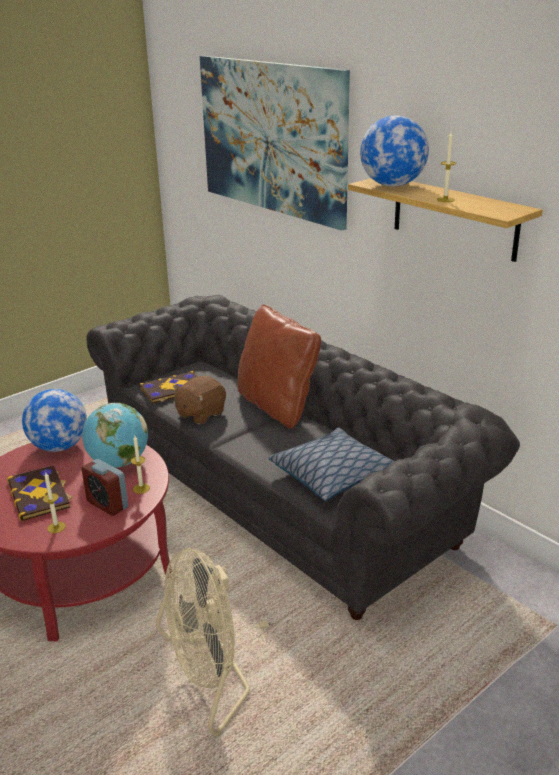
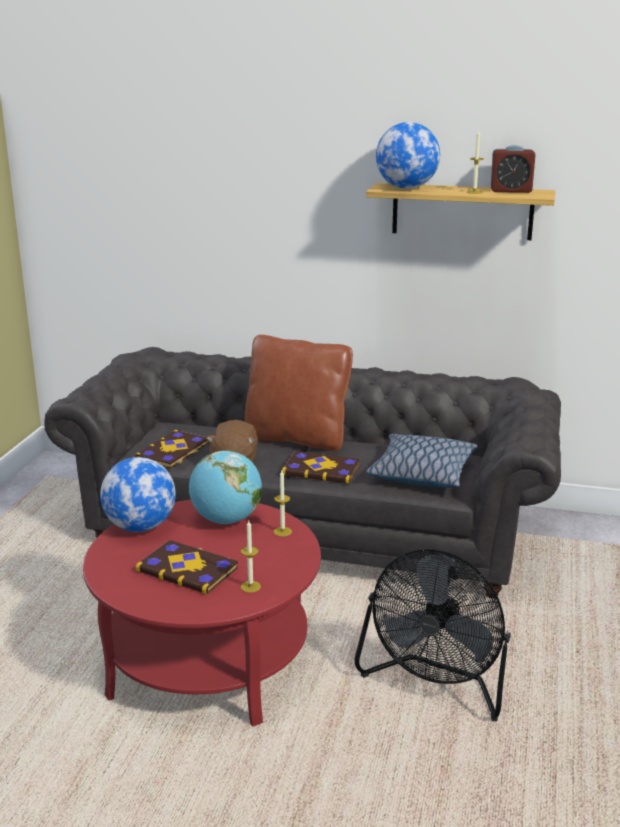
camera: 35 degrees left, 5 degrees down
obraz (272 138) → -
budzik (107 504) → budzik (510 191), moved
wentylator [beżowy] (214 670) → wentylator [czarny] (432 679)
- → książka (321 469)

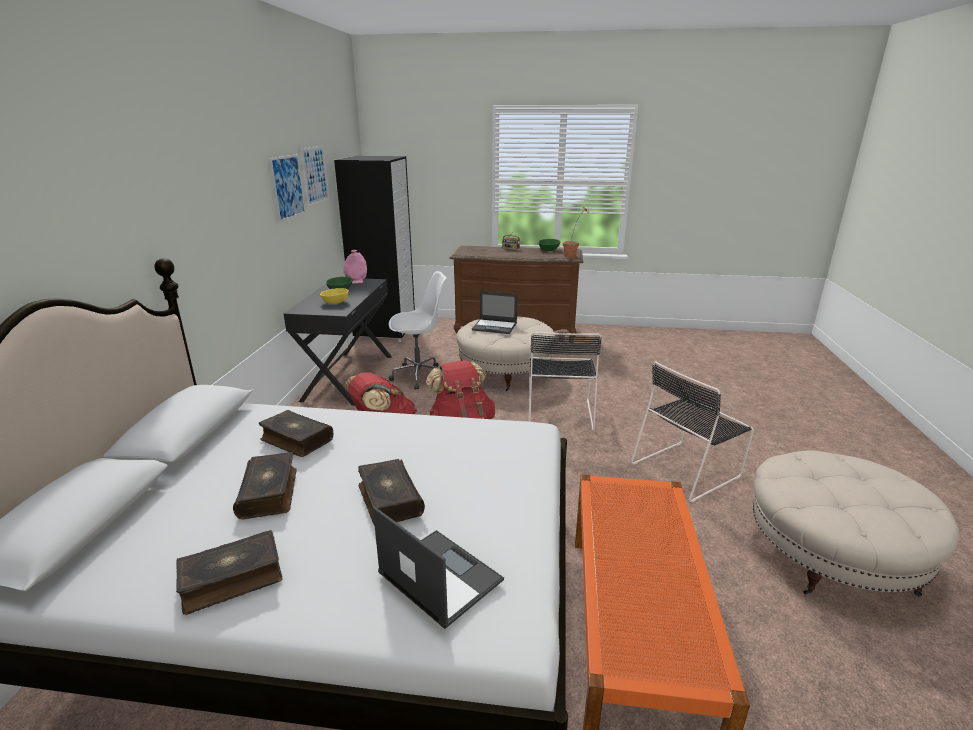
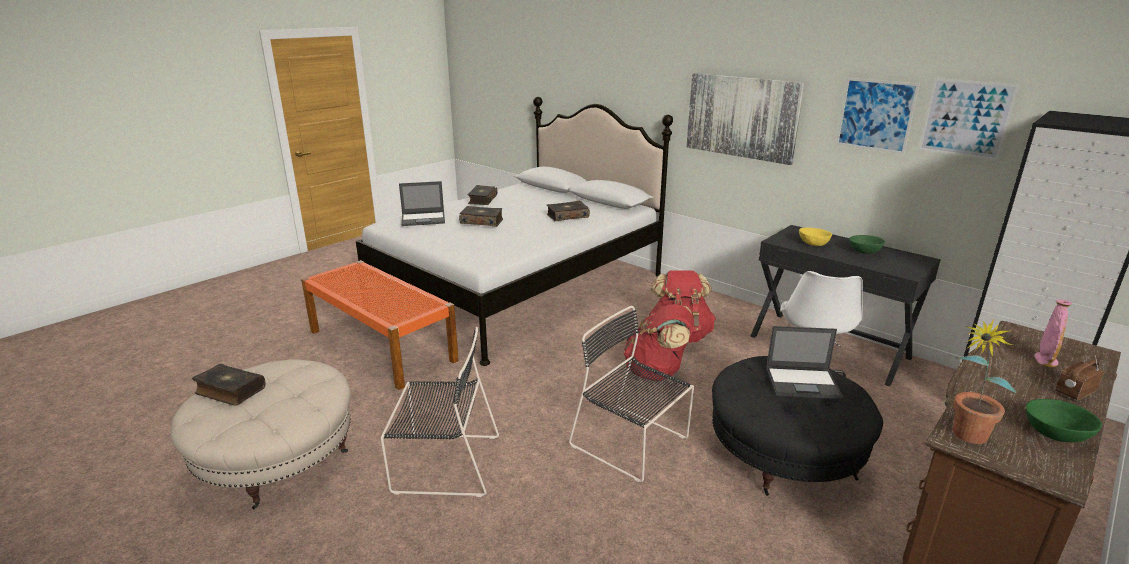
camera: 125 degrees right, 0 degrees up
wazon [różowy] (356 282) → wazon [różowy] (1045 361), moved
laptop (495 327) → laptop (803 383), 135 degrees counterclockwise
pufa [beżowy] (505 372) → pufa [czarny] (784 454)
krzesło [czarny] (687 469) → krzesło [czarny] (443 463), 90 degrees clockwise
książka (270 493) → książka (229 391), moved
- → obraz (742 117)

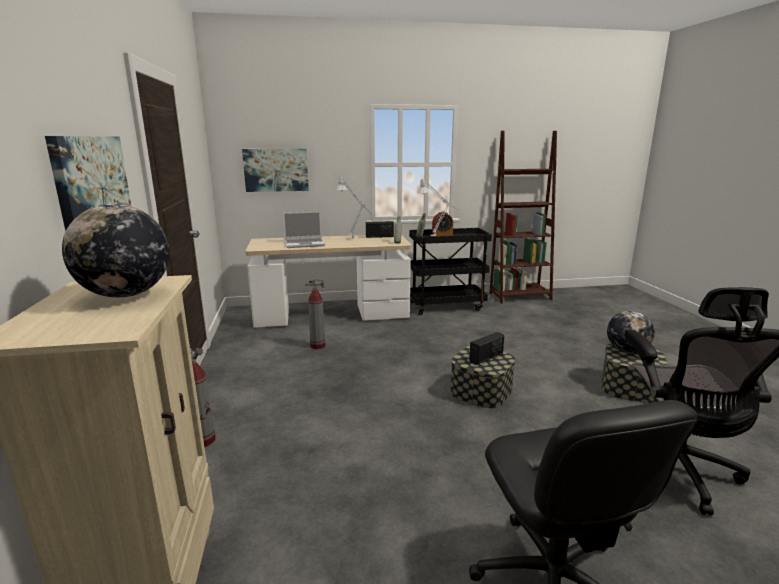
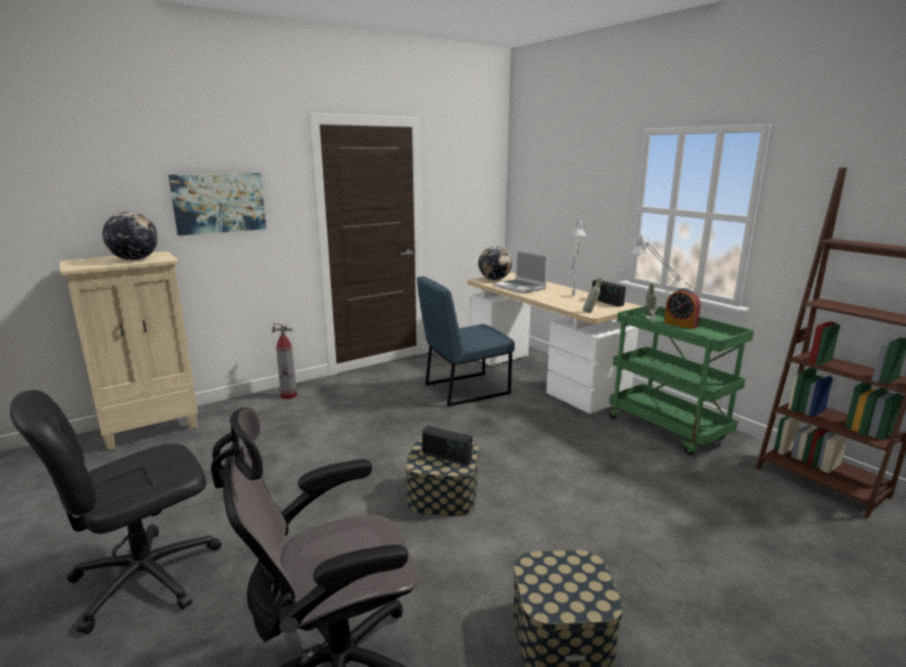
camera: 65 degrees right, 0 degrees up
obraz (276 170) → -
wózek [czarny] (446 306) → wózek [zielony] (669 429)
gaśnica (317 346) → krzesło [niebieski] (464 389)
globus (626 351) → globus (494 279), moved

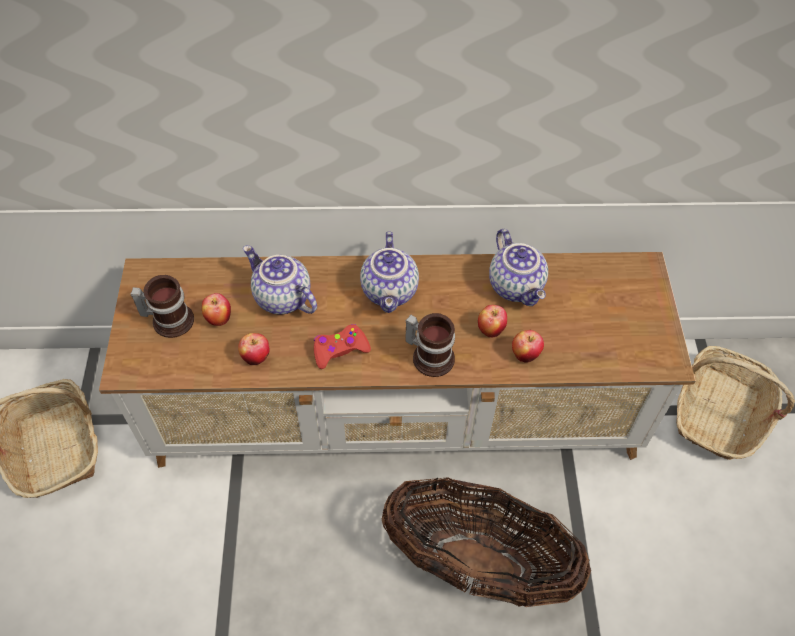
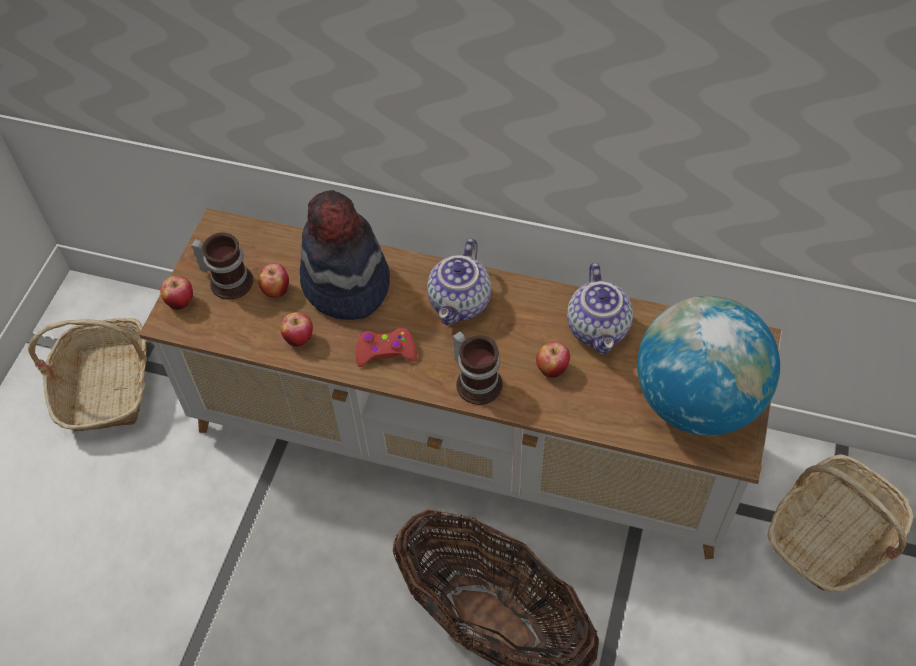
camera: 20 degrees right, 0 degrees up
imbryk (281 298) → kapelusz (345 284)
jabłko (525 354) → jabłko (181 302), moved
- → globus (696 401)

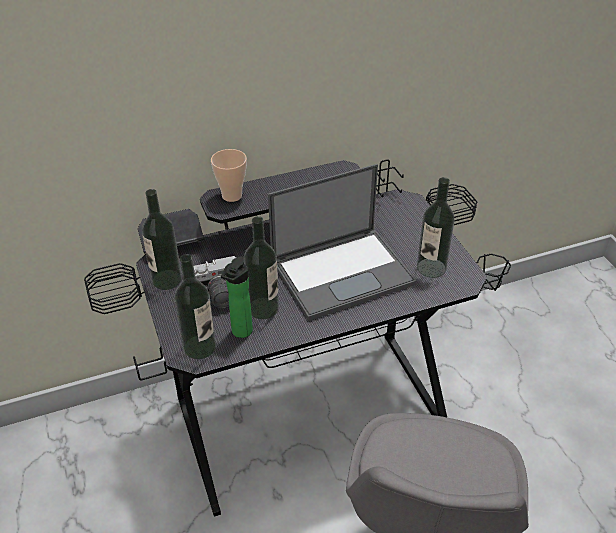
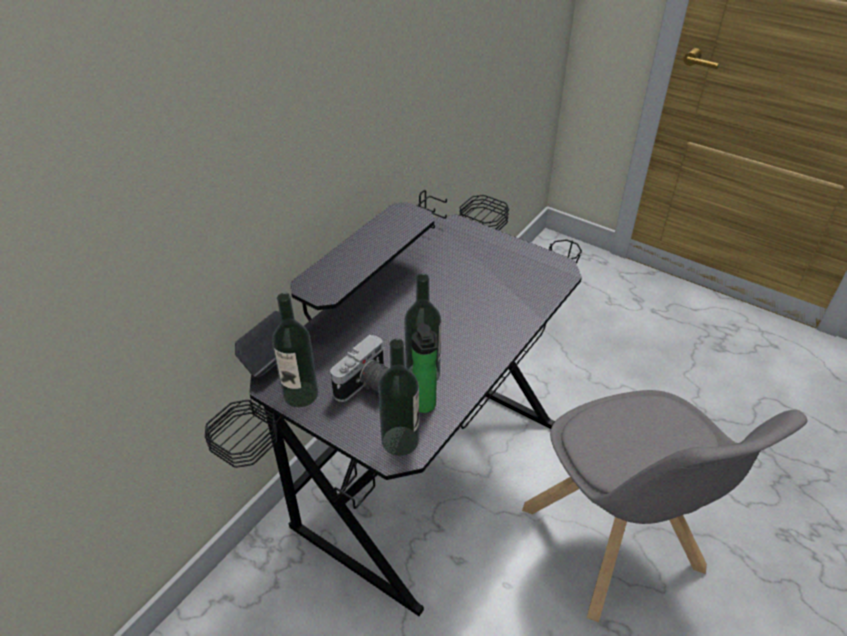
camera: 35 degrees left, 0 degrees up
filiżanka (232 196) → -
laptop (343 272) → -
butelka (431 268) → -

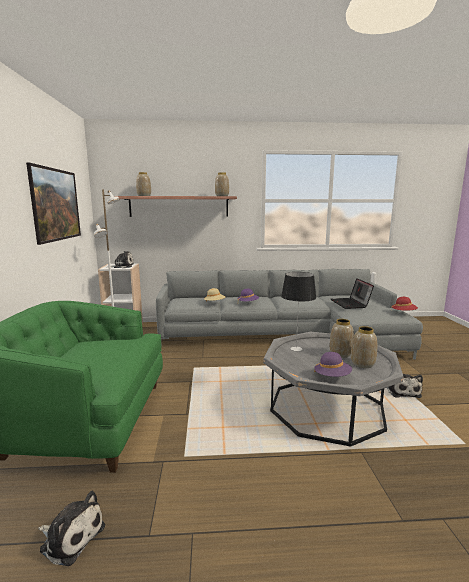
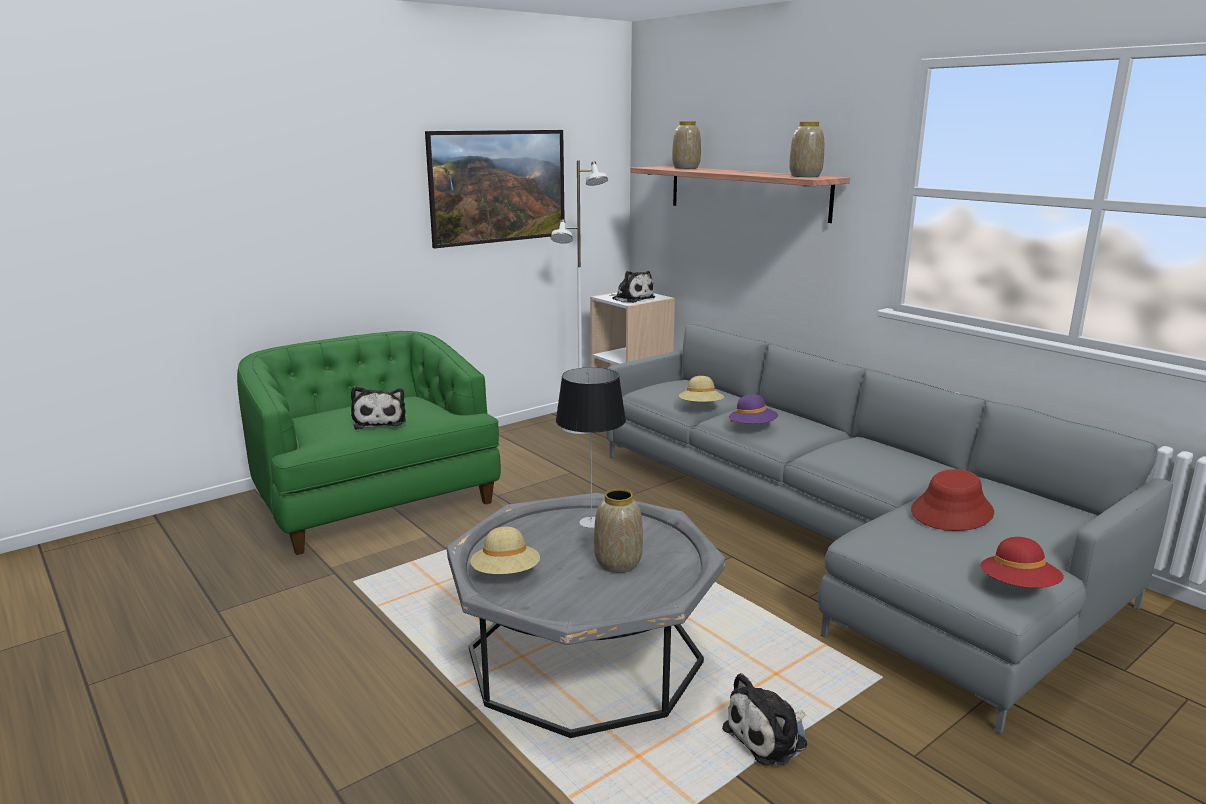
camera: 55 degrees right, 5 degrees up
laptop (350 304) → kapelusz [czerwony] (952 512)
wazon (362 364) → -
kapelusz [fioletowy] (332 377) → kapelusz [beżowy] (506 574)
pluszak (71 537) → pluszak (380 421), moved

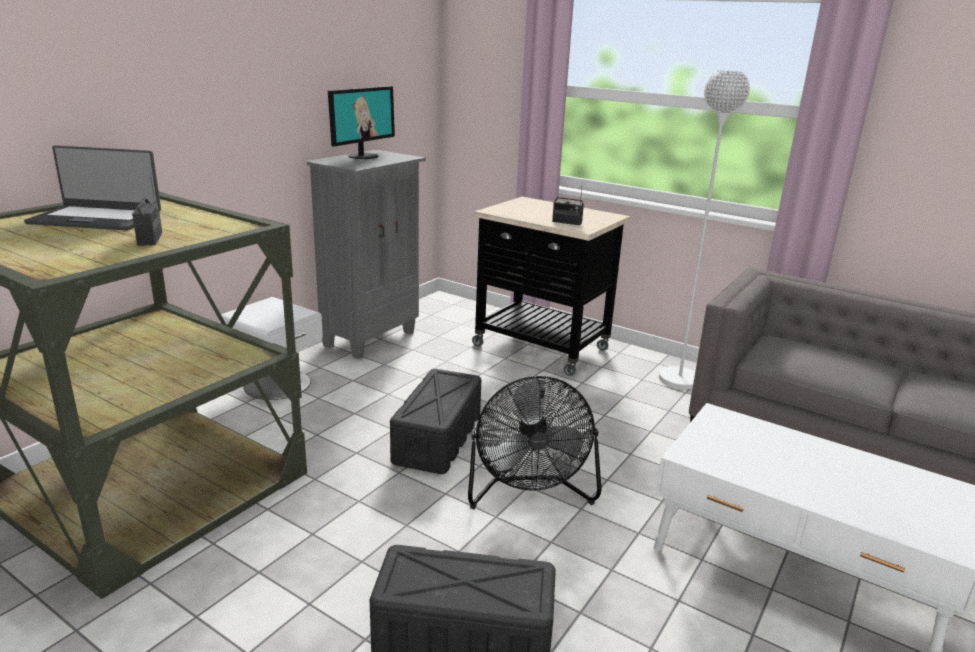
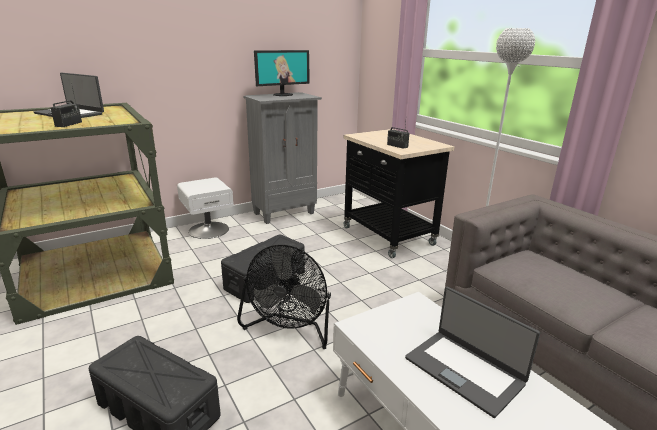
camera: 25 degrees right, 0 degrees up
- → laptop (464 370)

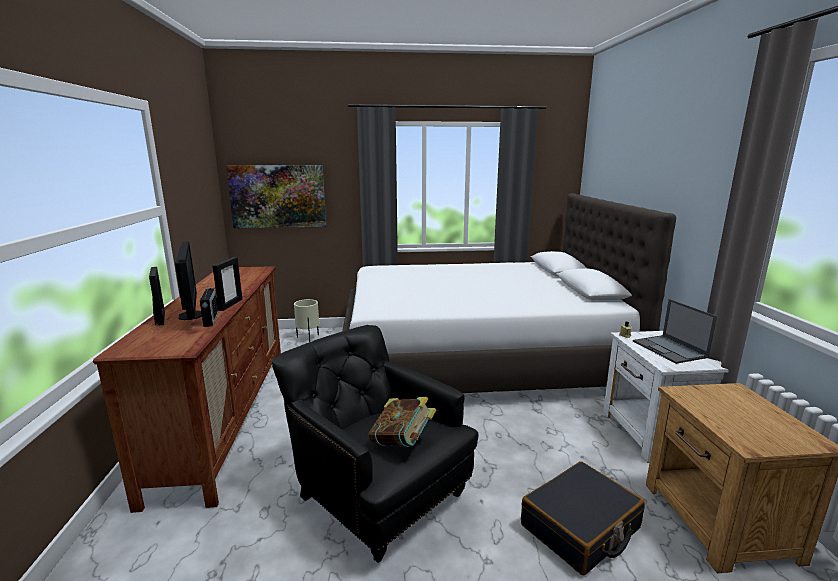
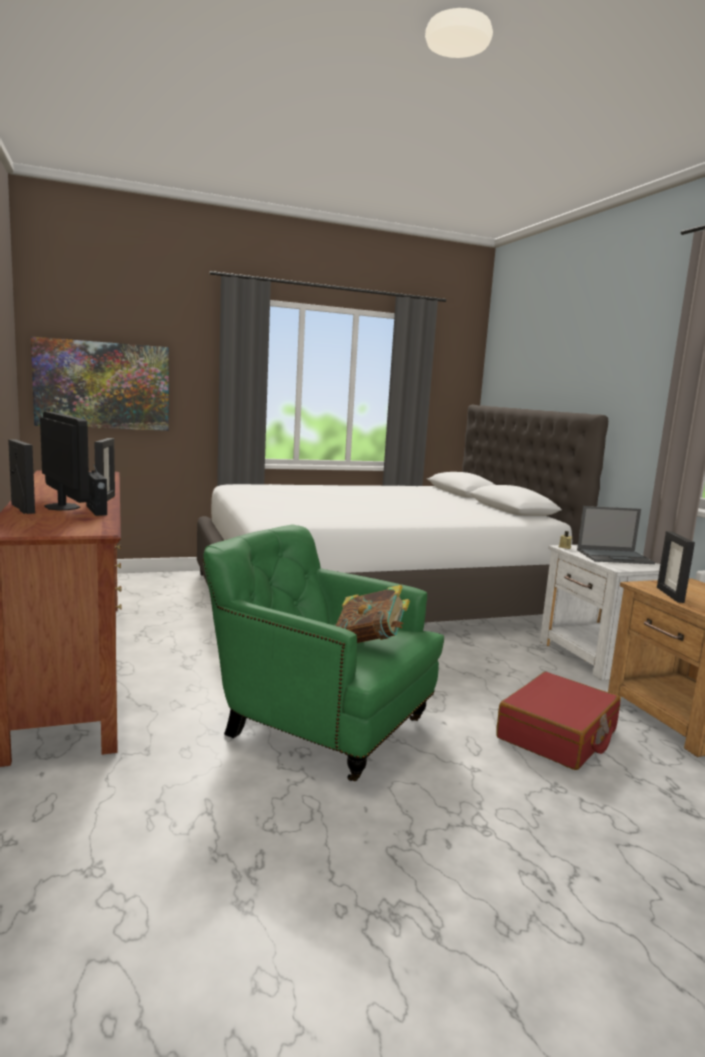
camera: 15 degrees left, 5 degrees down
donica [beżowy] (308 338) → -
laptop (670 349) → laptop (615 557), 60 degrees counterclockwise
fotel [czarny] (376 492) → fotel [zielony] (318 724)
walizka [czarny] (580 527) → walizka [czerwony] (557 735)
- → ramka na zdjęcie (671 595)

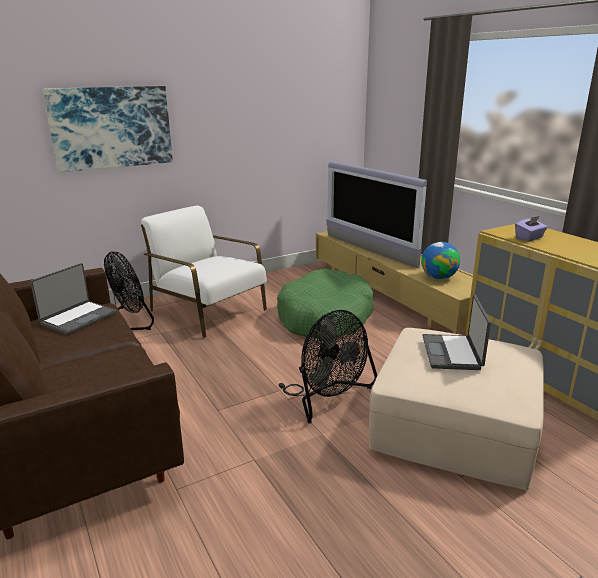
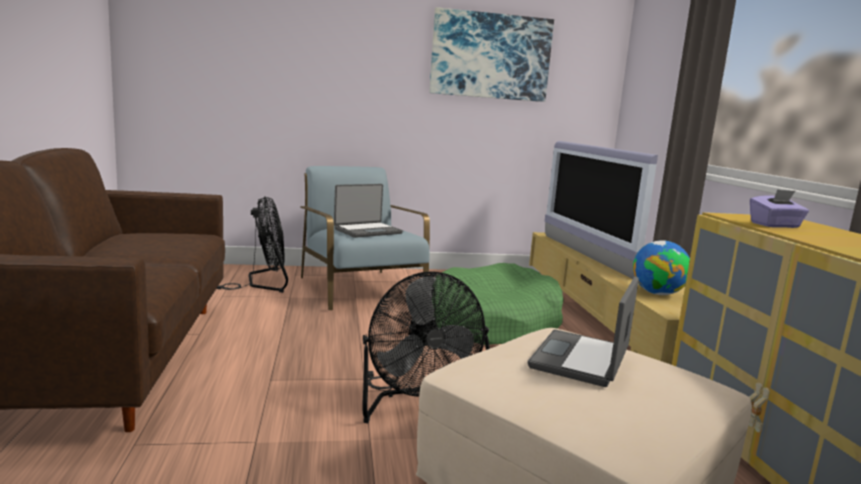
camera: 20 degrees right, 10 degrees down
obraz (111 127) → obraz (490 56), moved
fotel [biały] (209 311) → fotel [niebieski] (361 290)
laptop (78 318) → laptop (367 231), moved

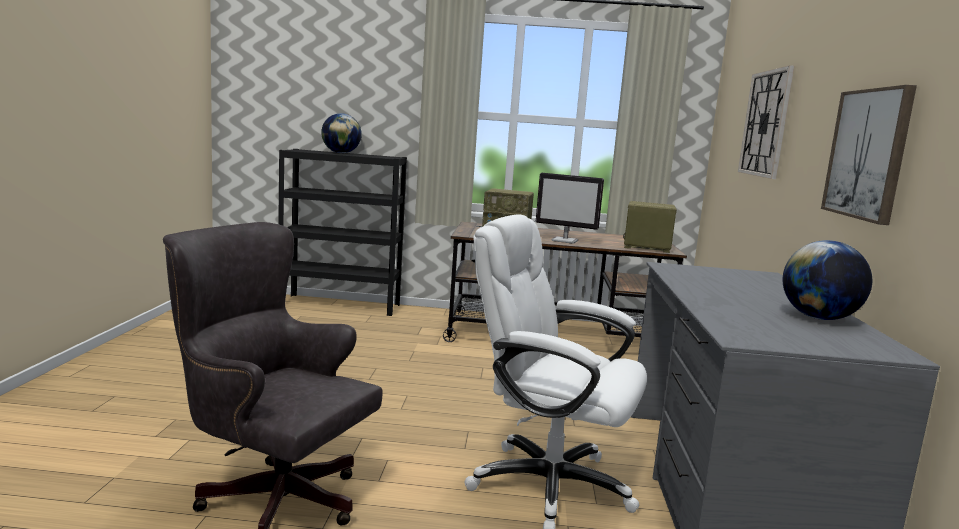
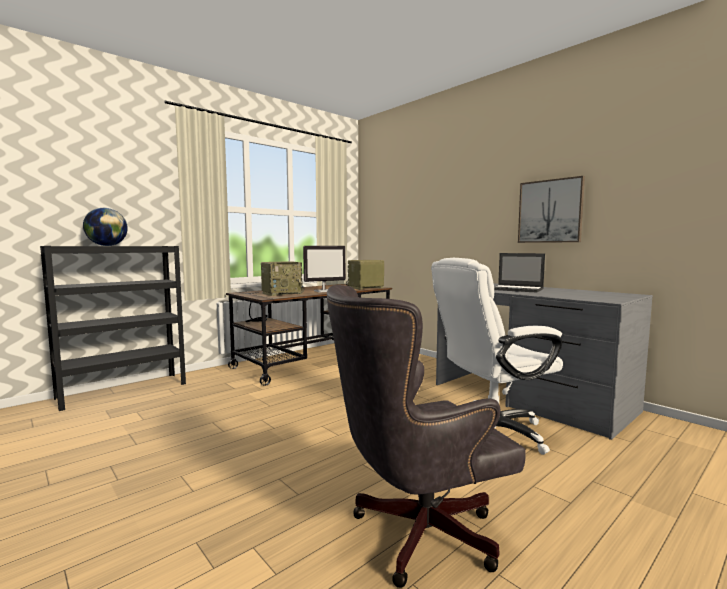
camera: 45 degrees left, 5 degrees down
zegar ścienny (765 123) → -
globus (819 318) → -
- → laptop (517 289)

